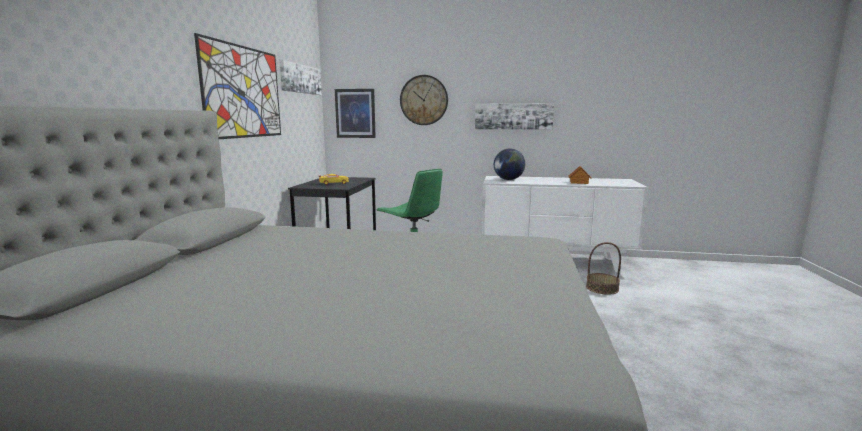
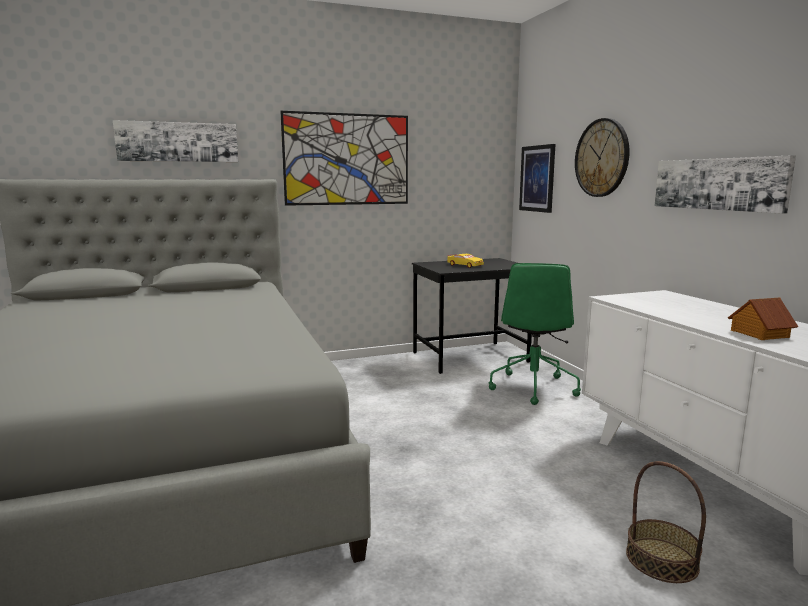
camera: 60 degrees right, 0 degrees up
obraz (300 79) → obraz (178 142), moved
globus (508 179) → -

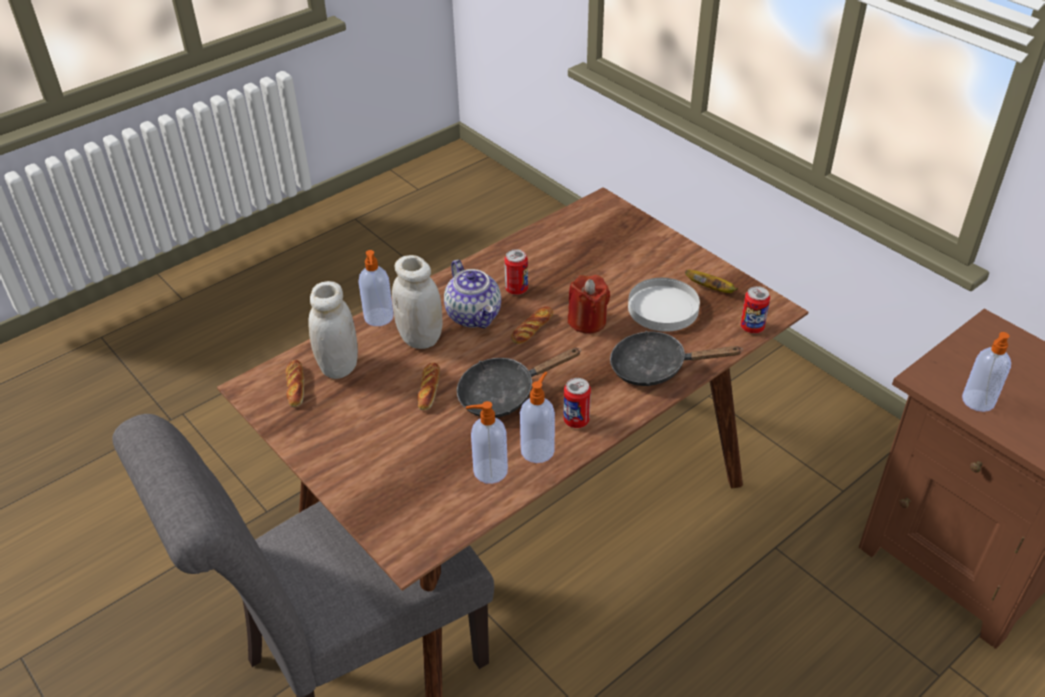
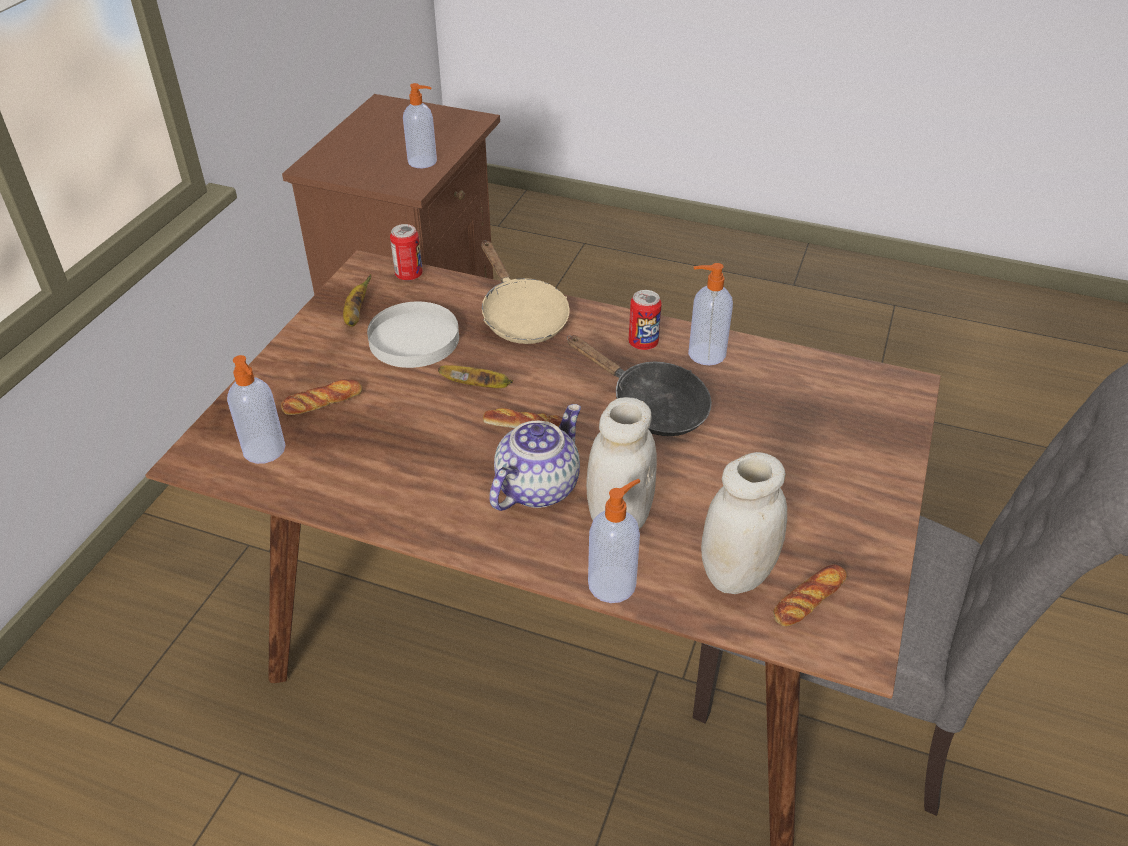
camera: 120 degrees left, 0 degrees up
puszka (516 289) → -
świeca [czerwony] (587 321) → banan (478 386)
patelnia [czarny] (656 368) → patelnia [beżowy] (521 317)
chleb (429 389) → chleb (322 402), moved
dozownik mydła (489 471) → dozownik mydła (265 450), moved

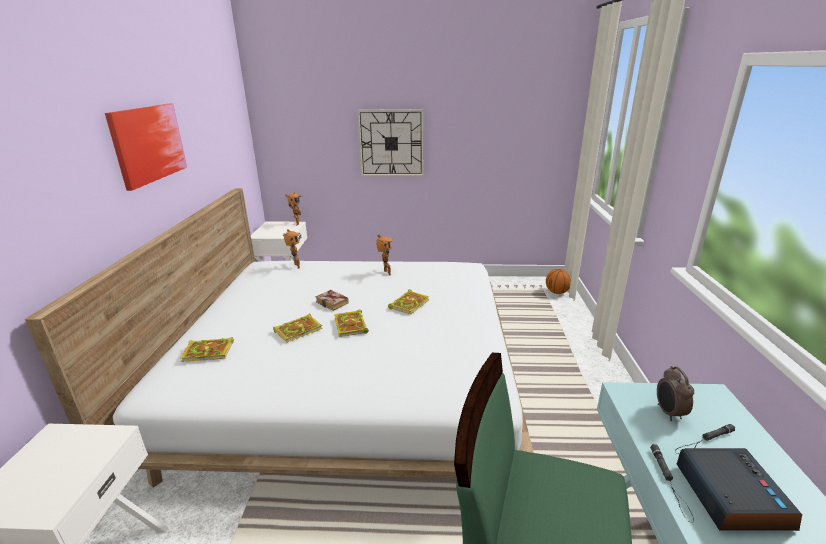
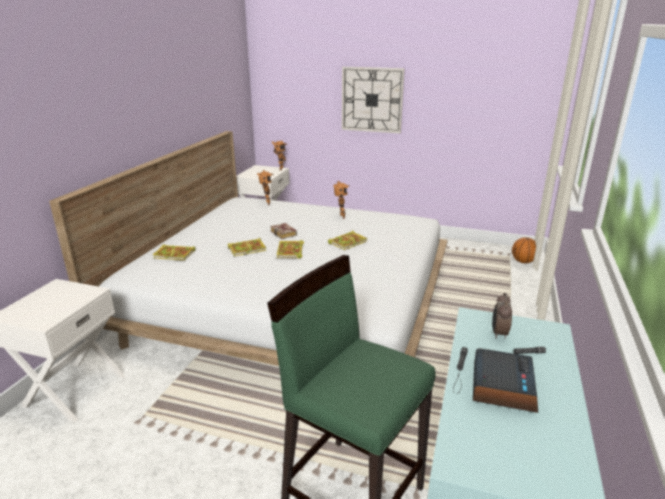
camera: 15 degrees right, 0 degrees up
obraz (148 144) → -

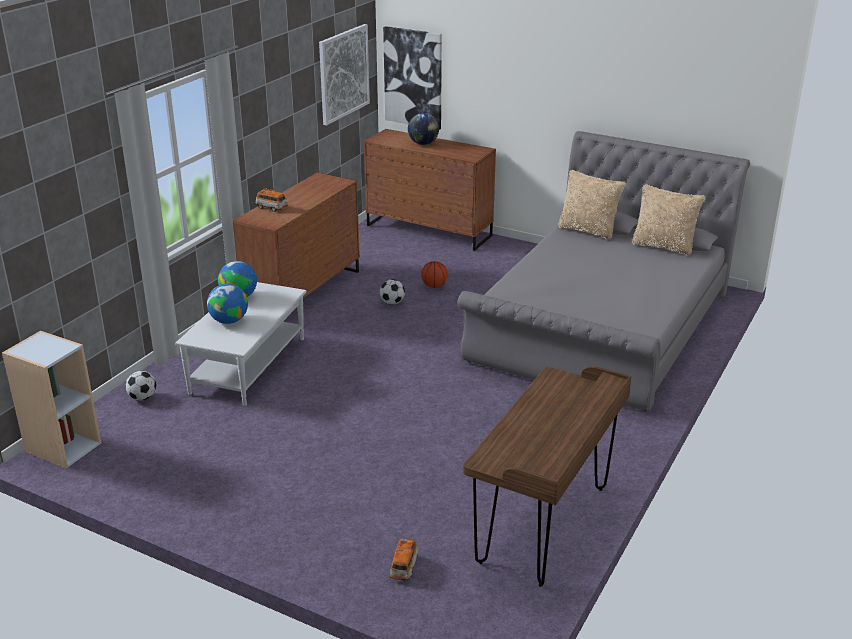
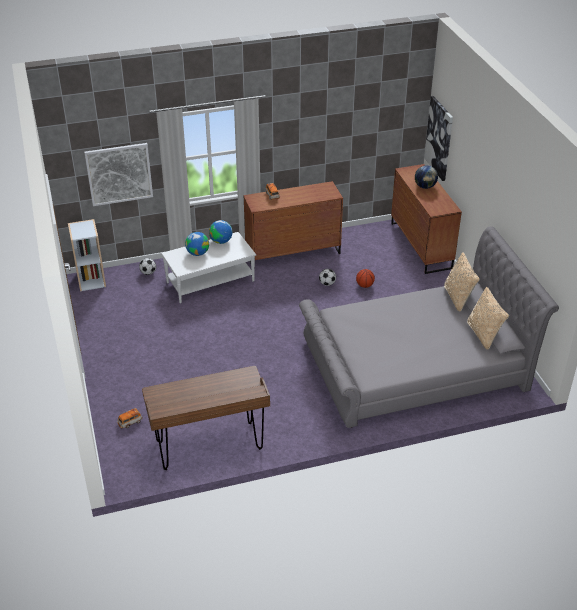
camera: 45 degrees right, 10 degrees up
obraz (343 73) → obraz (119 174), moved

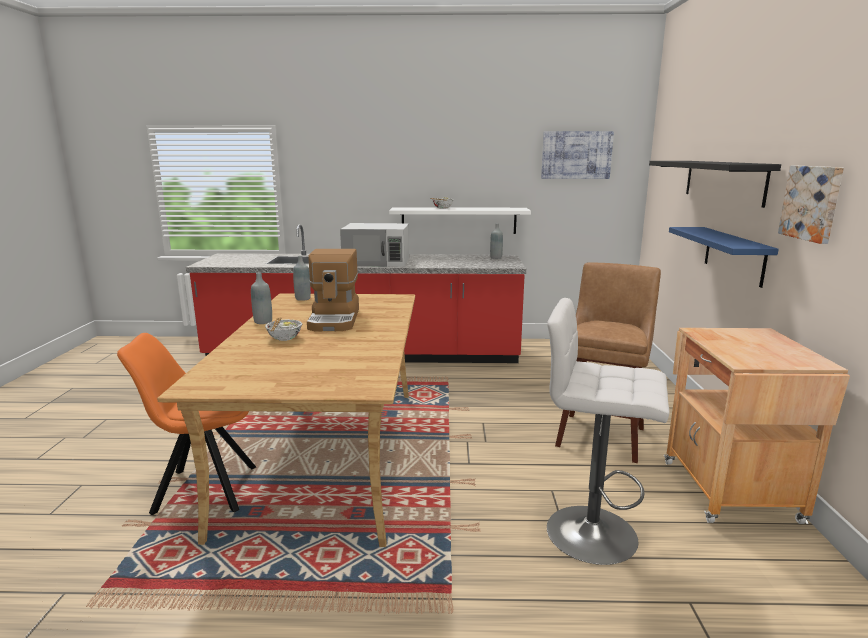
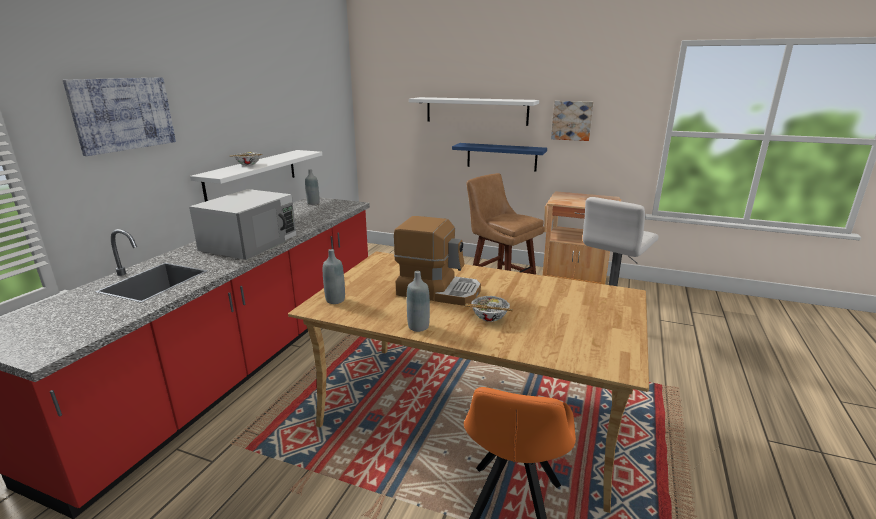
camera: 70 degrees left, 5 degrees up
obraz (576 155) → obraz (123 114), moved
półka [czarny] (723 181) → półka [biały] (476 111)

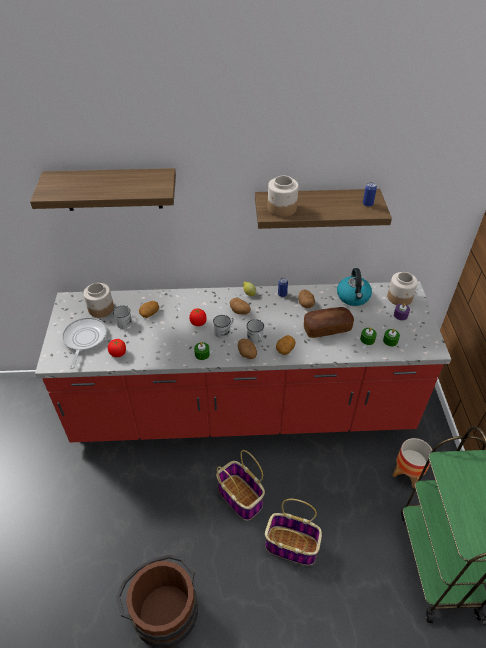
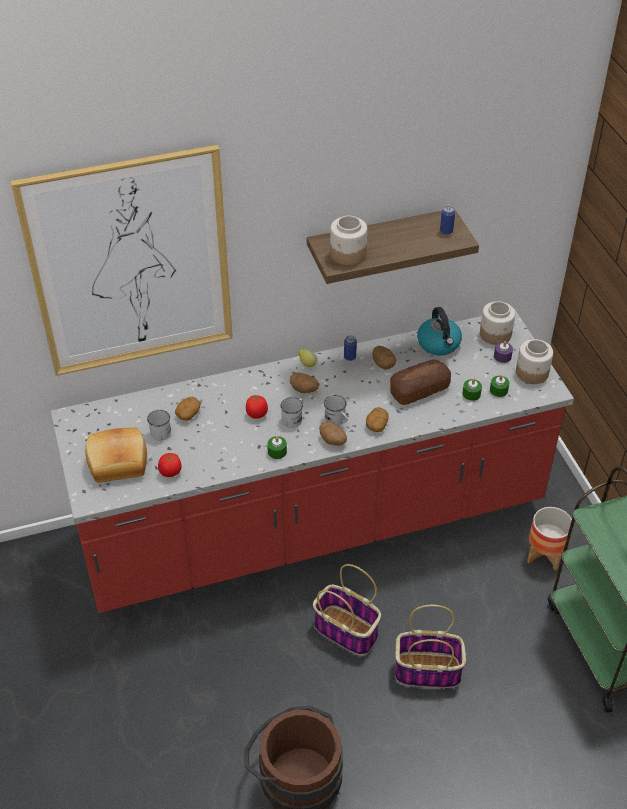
camera: 15 degrees left, 0 degrees up
półka (112 189) → obraz (131 264)
słoik (101 309) → słoik (532 373), moved
patelnia (84 339) → chleb (118 464)

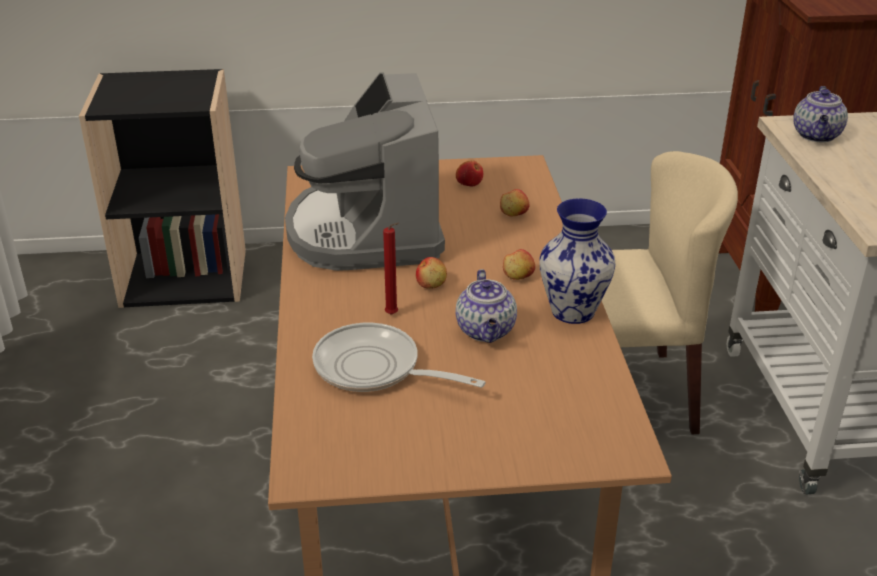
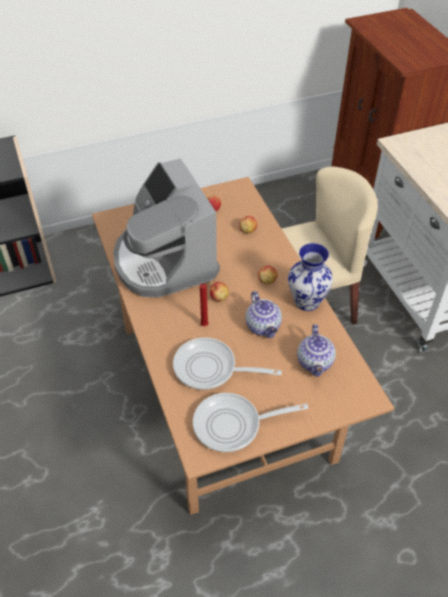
camera: 15 degrees left, 15 degrees up
imbryk (817 136) → imbryk (315 363), moved
- → patelnia (233 425)

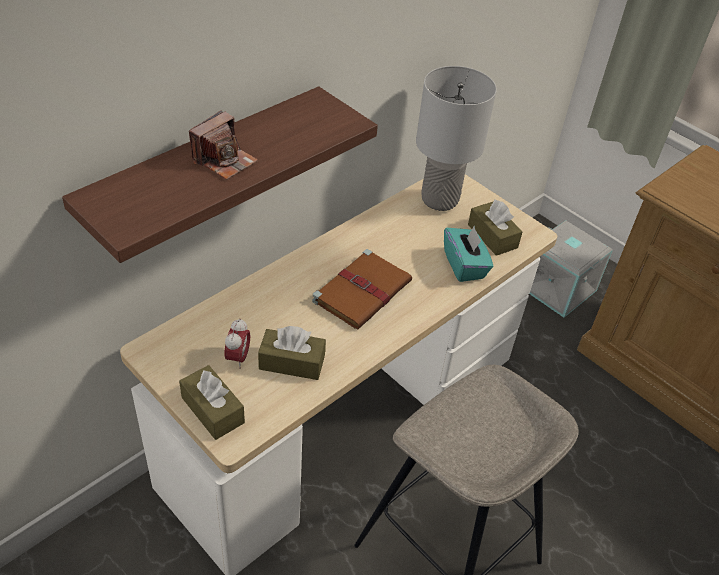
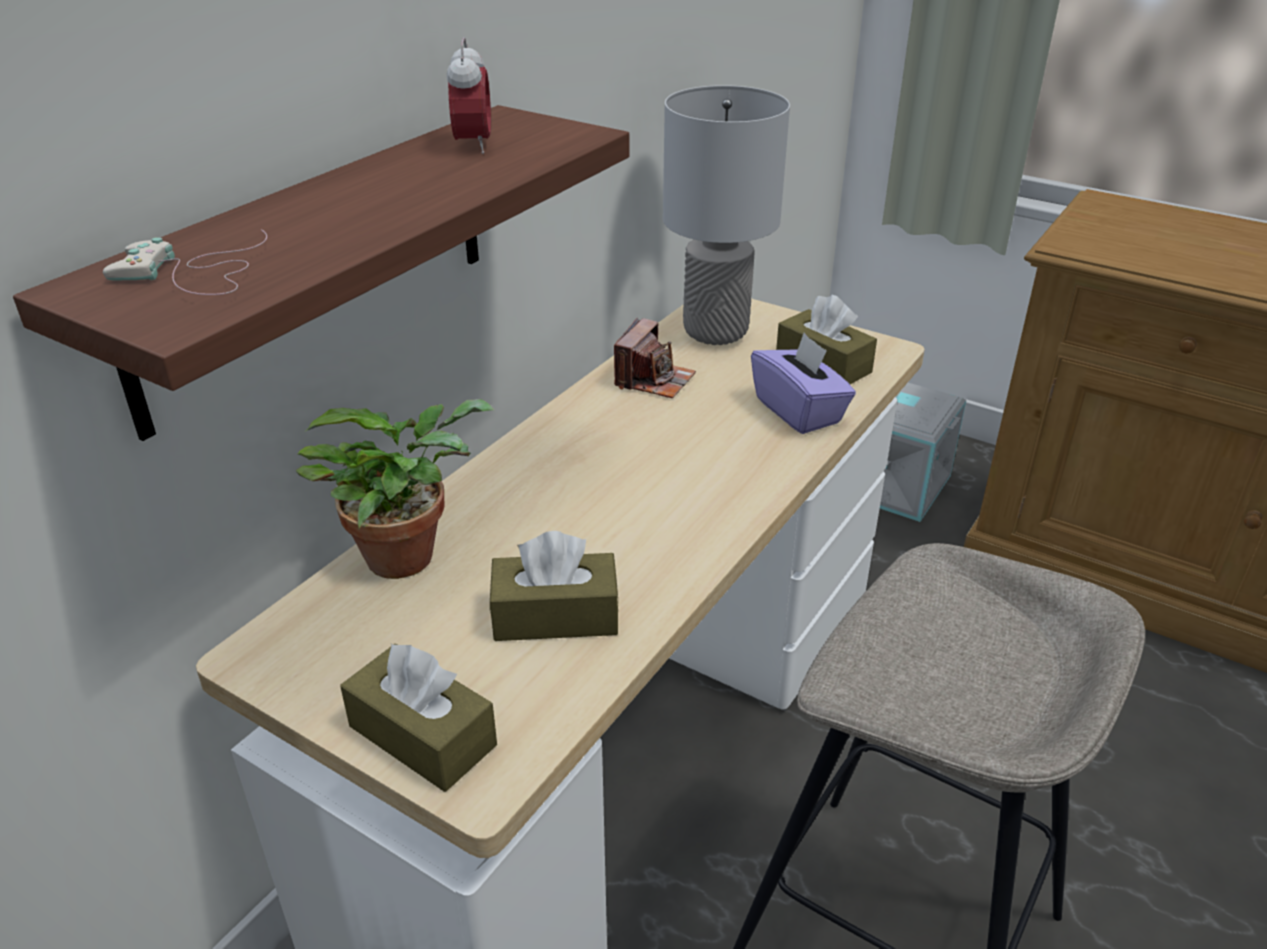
camera: 10 degrees left, 10 degrees down
aparat fotograficzny (224 161) → aparat fotograficzny (654 380), moved
pudełko chusteczek [turkusowy] (464 266) → pudełko chusteczek [fioletowy] (799 411)
książka [brązowy] (363 290) → -
budzik (238 358) → budzik (473 146), moved
- → pad do gier [biały] (194 274)
- → roślina doniczkowa (409 554)

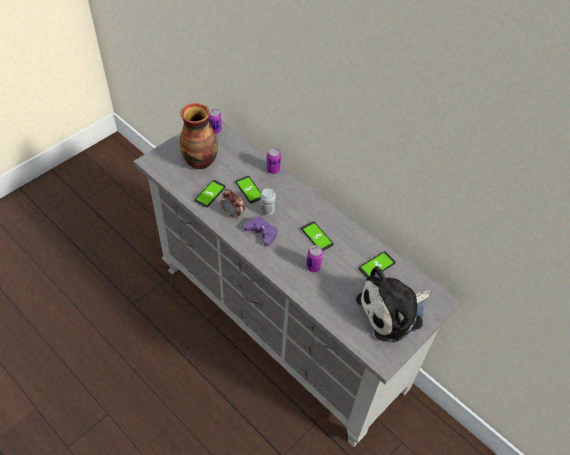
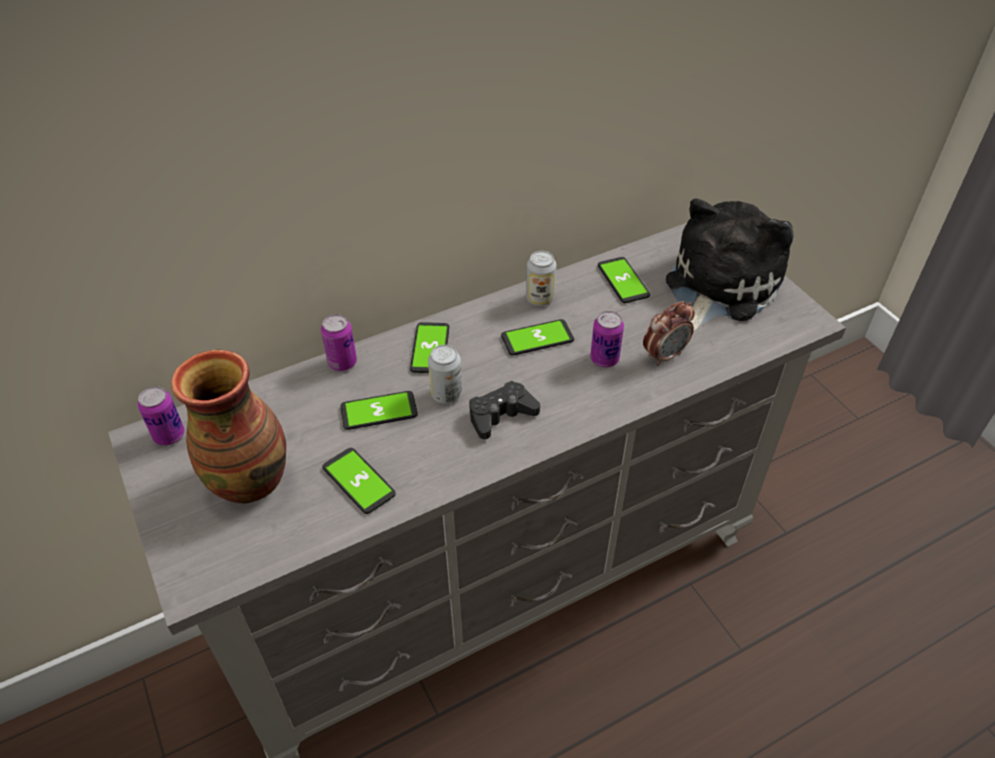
camera: 70 degrees left, 5 degrees down
budzik (233 214) → budzik (664 355), moved
pad do gier [fioletowy] (262 233) → pad do gier [czarny] (501 415)
pluszak (393 311) → pluszak (717 286), 135 degrees counterclockwise
- → puszka (540 299)
- → telefon (430 348)

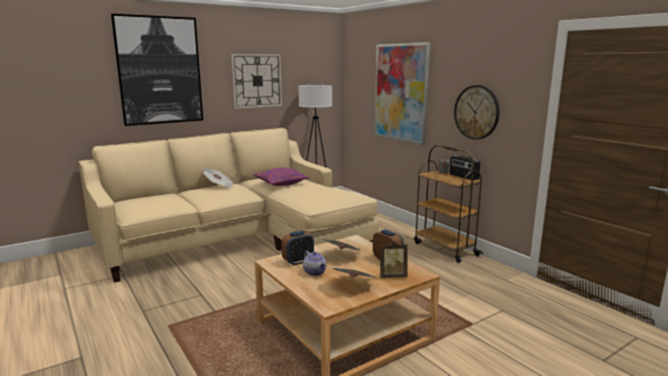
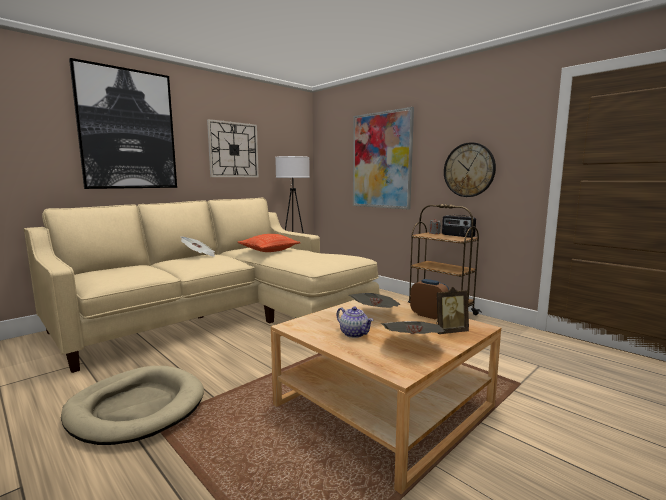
camera: 10 degrees left, 5 degrees down
poduszka [fioletowy] (281 183) → poduszka [pomarańczowy] (269 250)
budzik (298 261) → -
- → legowisko [beżowy] (136 408)

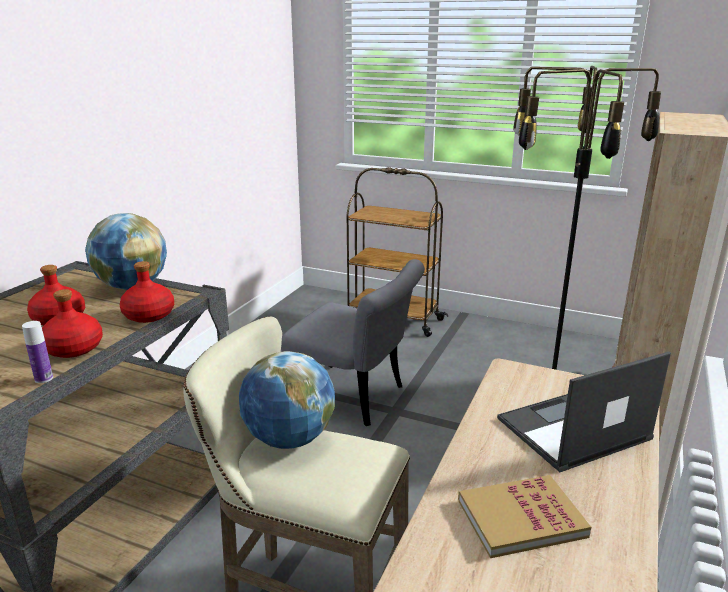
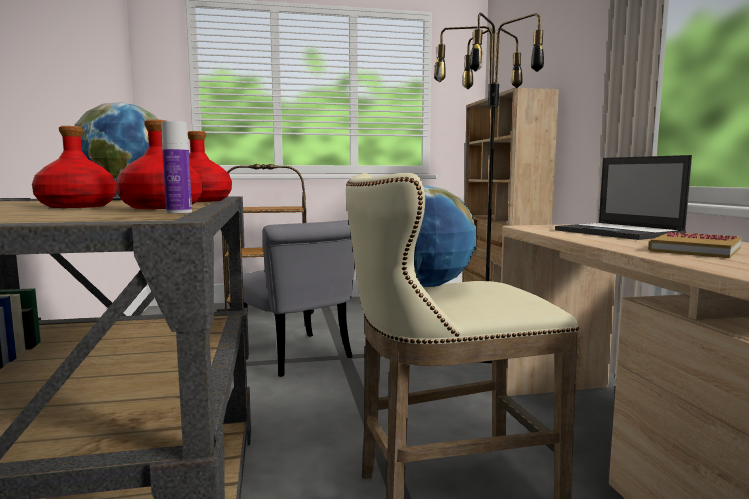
camera: 35 degrees left, 15 degrees down
krzesło [szary] (356 398) → krzesło [szary] (299 358), 60 degrees clockwise
laptop (572 429) → laptop (619 232), 60 degrees counterclockwise

